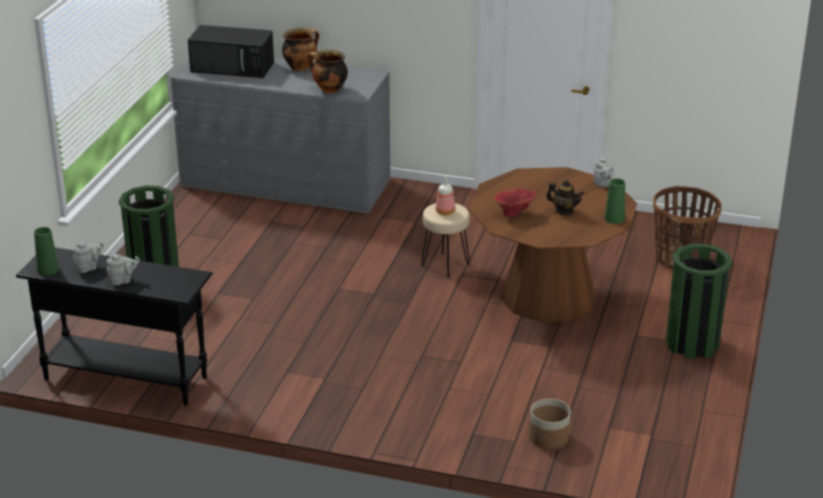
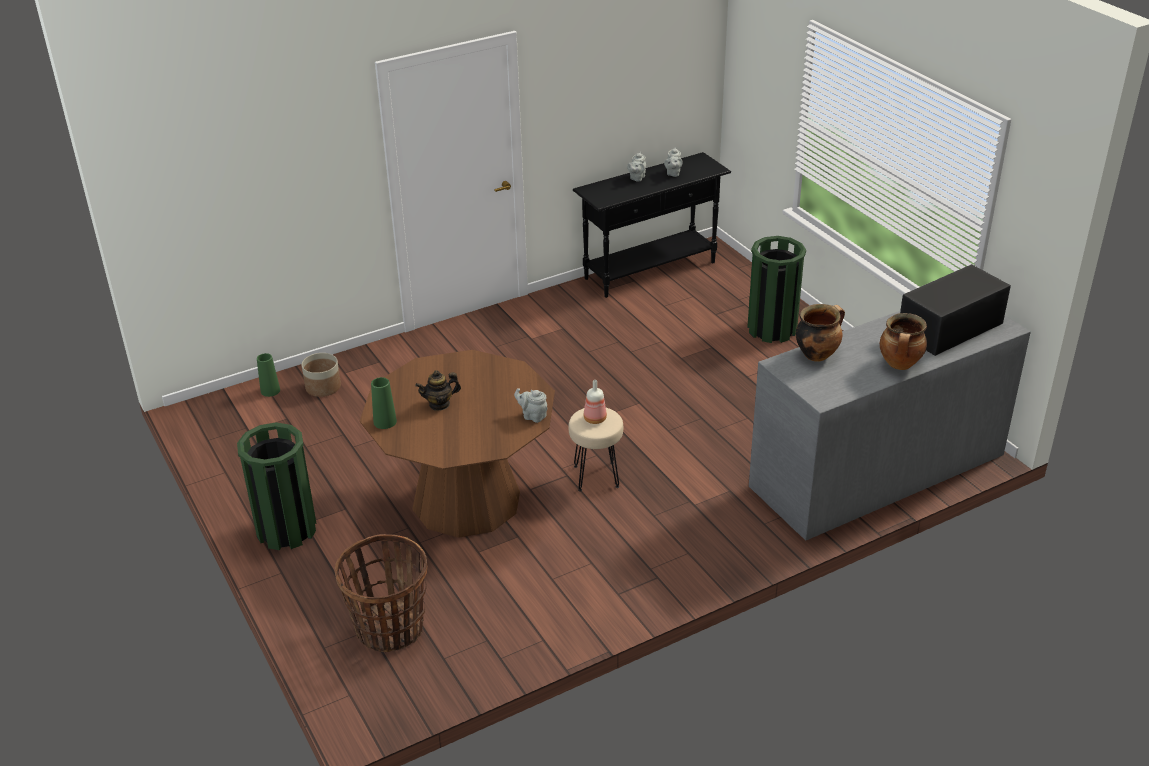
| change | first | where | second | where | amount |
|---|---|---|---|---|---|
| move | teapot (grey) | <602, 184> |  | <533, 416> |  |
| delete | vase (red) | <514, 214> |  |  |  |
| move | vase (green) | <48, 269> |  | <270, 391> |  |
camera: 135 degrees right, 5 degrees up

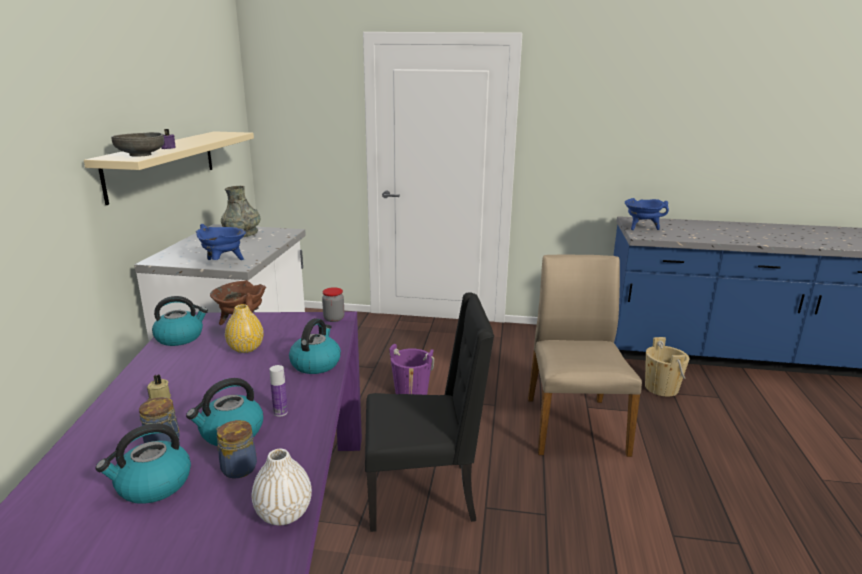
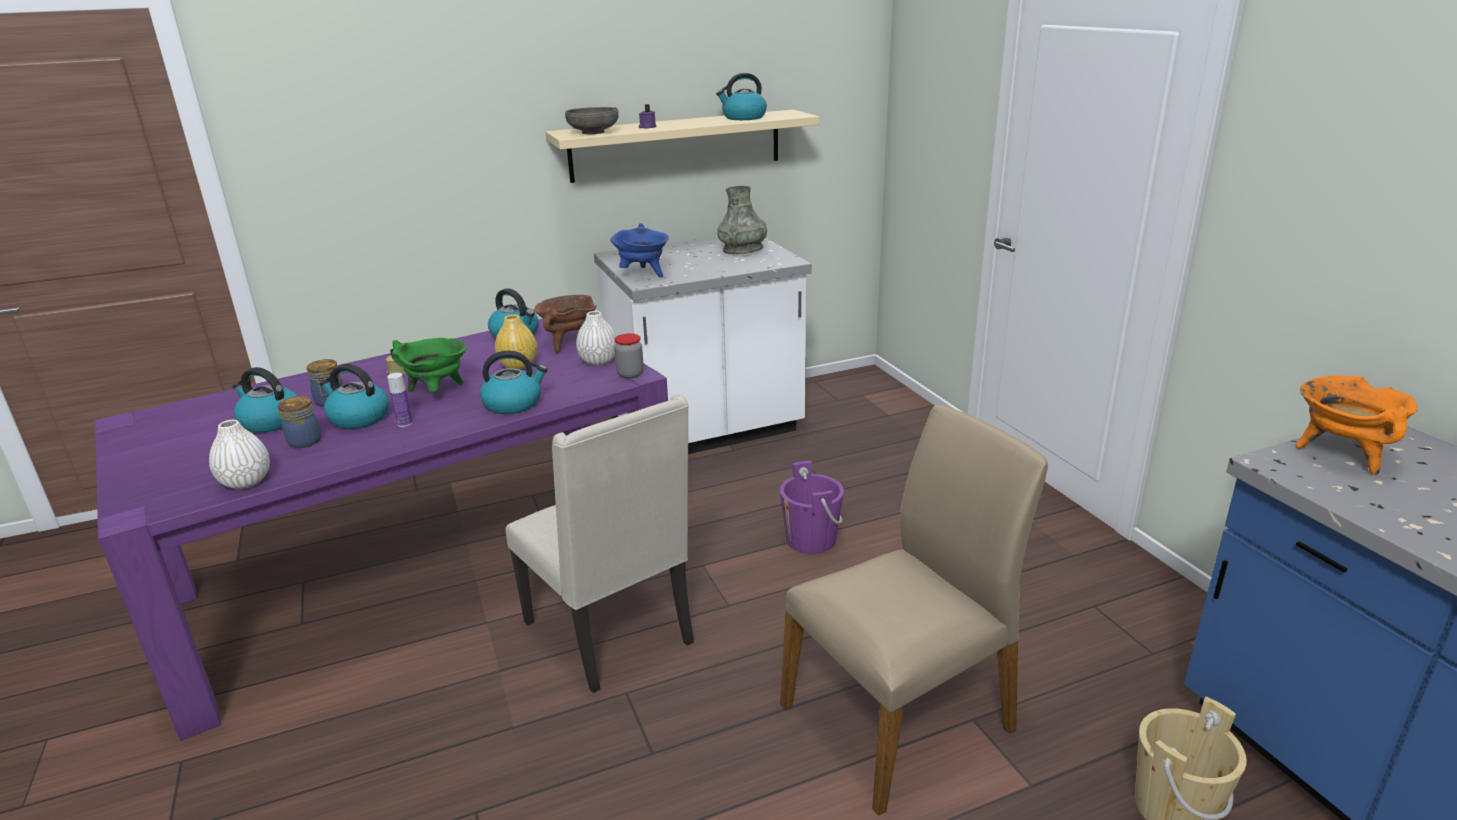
| change | first | where | second | where | amount |
|---|---|---|---|---|---|
| recolor | cooking pot (blue) | <641, 228> | cooking pot (orange) | <1341, 455> |  |
| recolor | chair (black) | <423, 494> | chair (beige) | <612, 633> |  |
| insert |  |  | kettle | <743, 118> |  |
| insert |  |  | vase (white) | <598, 361> |  |
| insert |  |  | cooking pot (green) | <437, 392> |  |
camera: 60 degrees right, 5 degrees up

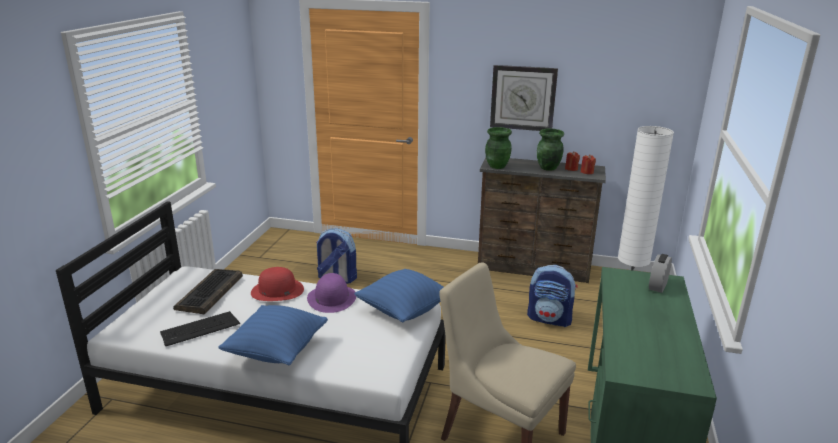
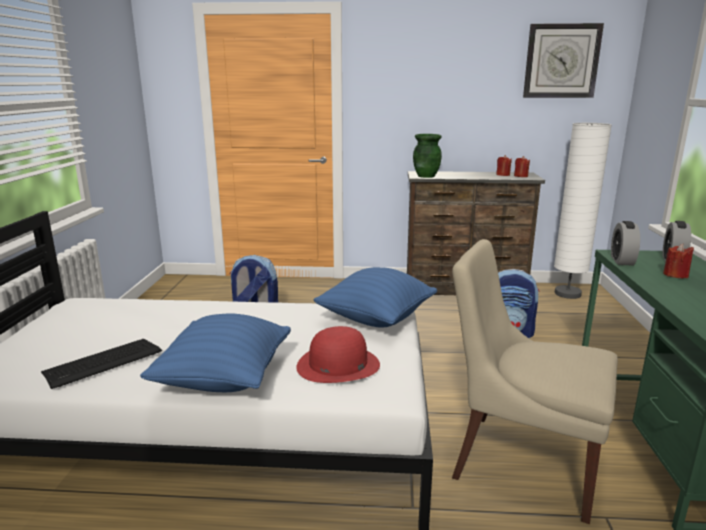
| change | first | where | second | where | amount |
|---|---|---|---|---|---|
| move | wall clock | <523, 98> |  | <561, 61> |  |
| delete | vase (green) | <548, 168> |  |  |  |
| move | hat (red) | <277, 290> |  | <338, 365> |  |
| delete | keyboard | <210, 293> |  |  |  |
| delete | hat (purple) | <331, 298> |  |  |  |
| insert |  |  | alarm clock | <622, 260> |  |
| insert |  |  | candle (red) | <675, 275> |  |
camera: 10 degrees left, 5 degrees down

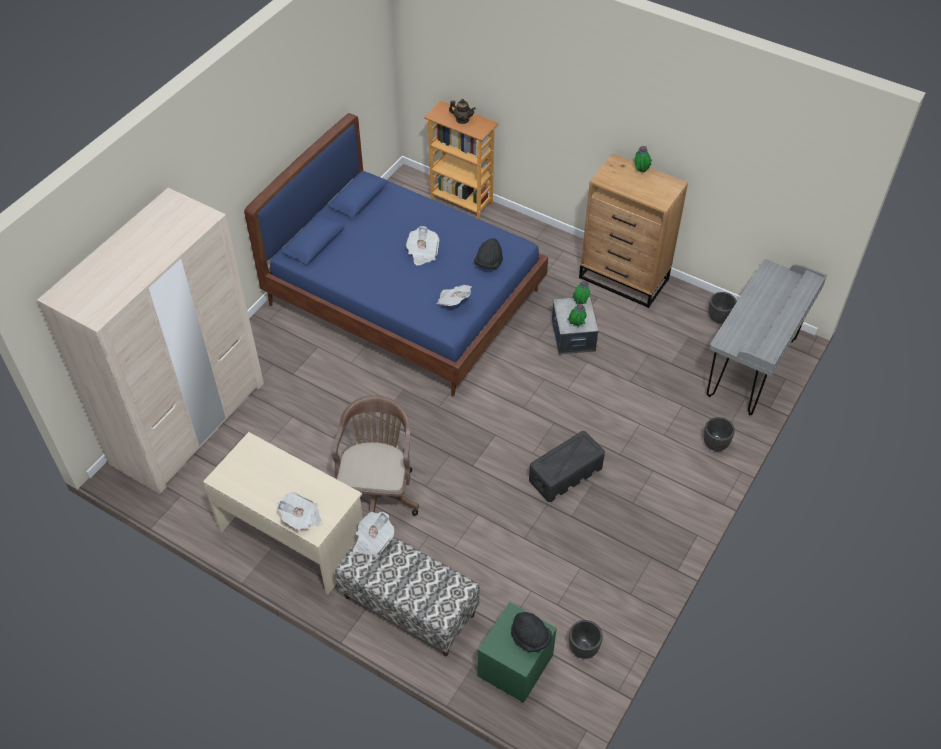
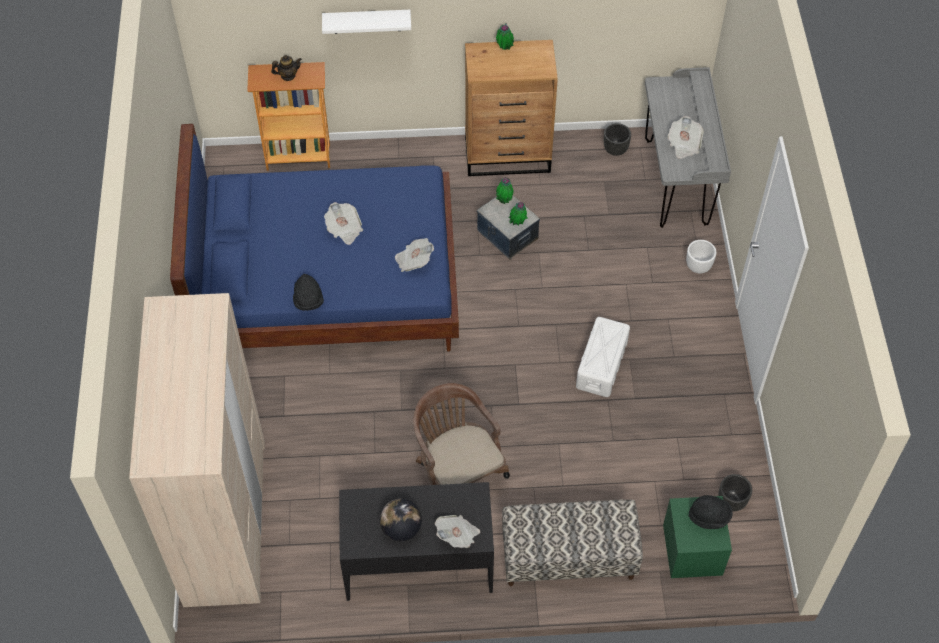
| change | first | where | second | where | amount |
|---|---|---|---|---|---|
| move | hat (black) | <488, 263> |  | <308, 301> |  |
| recolor | planter (black) | <715, 444> | planter (white) | <698, 266> |  |
| recolor | storage box (black) | <565, 474> | storage box (white) | <601, 365> |  |
| recolor | desk (beige) | <293, 536> | desk (black) | <418, 562> |  |
| move | newspaper | <373, 540> |  | <684, 145> |  |
| insert |  |  | shelf (white) | <367, 21> |  |
| insert |  |  | globe | <401, 529> |  |
camera: 35 degrees left, 5 degrees up

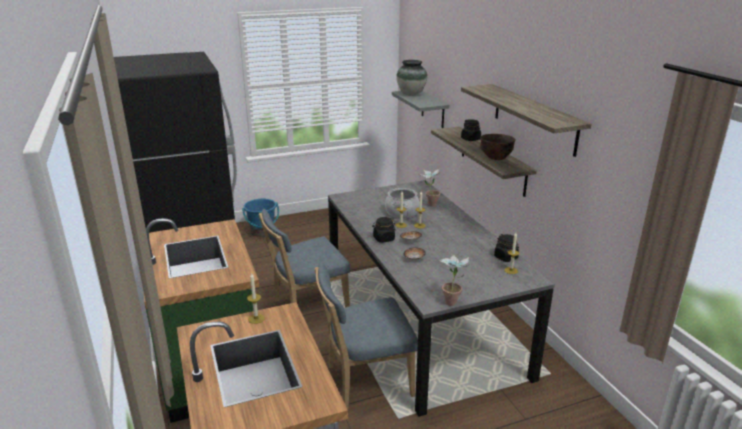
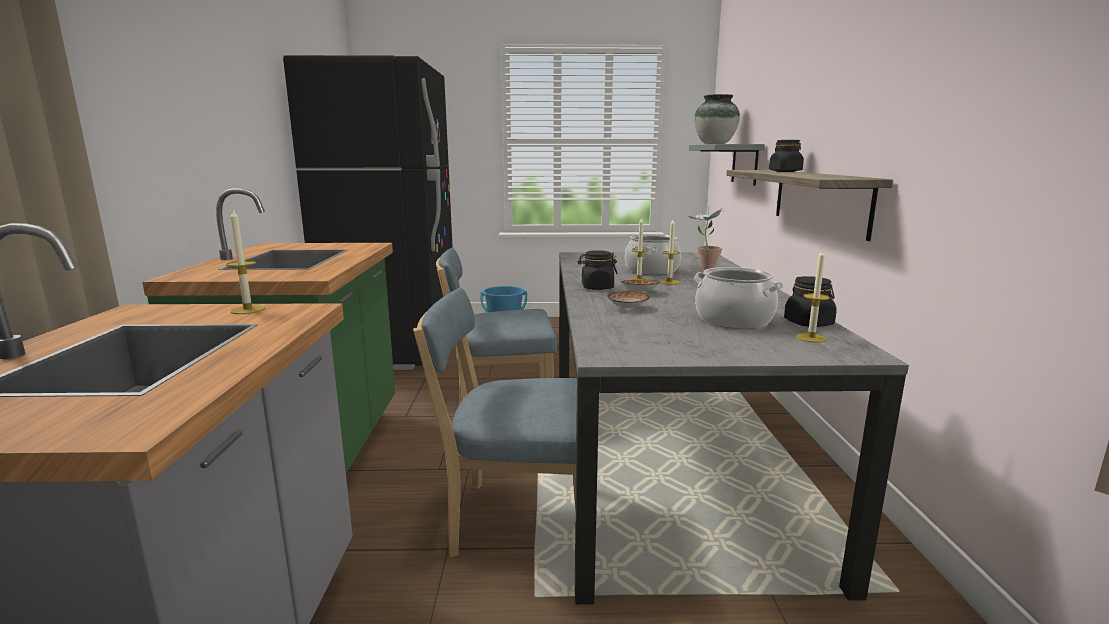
| change | first | where | second | where | amount |
|---|---|---|---|---|---|
| delete | shelf | <534, 118> |  |  |  |
| delete | bowl (brown) | <495, 157> |  |  |  |
| delete | potted plant | <453, 300> |  |  |  |
| insert |  |  | cooking pot | <733, 320> |  |
camera: 20 degrees right, 10 degrees down

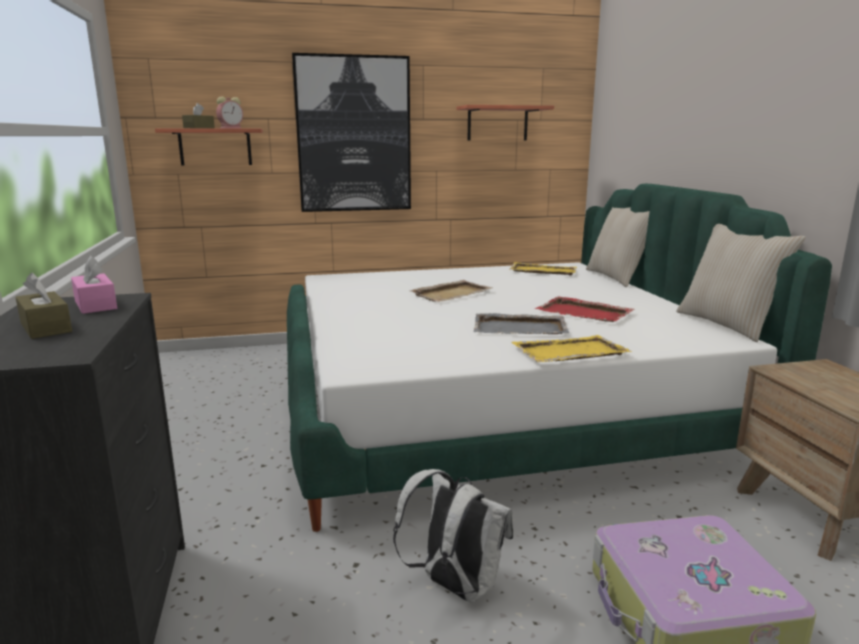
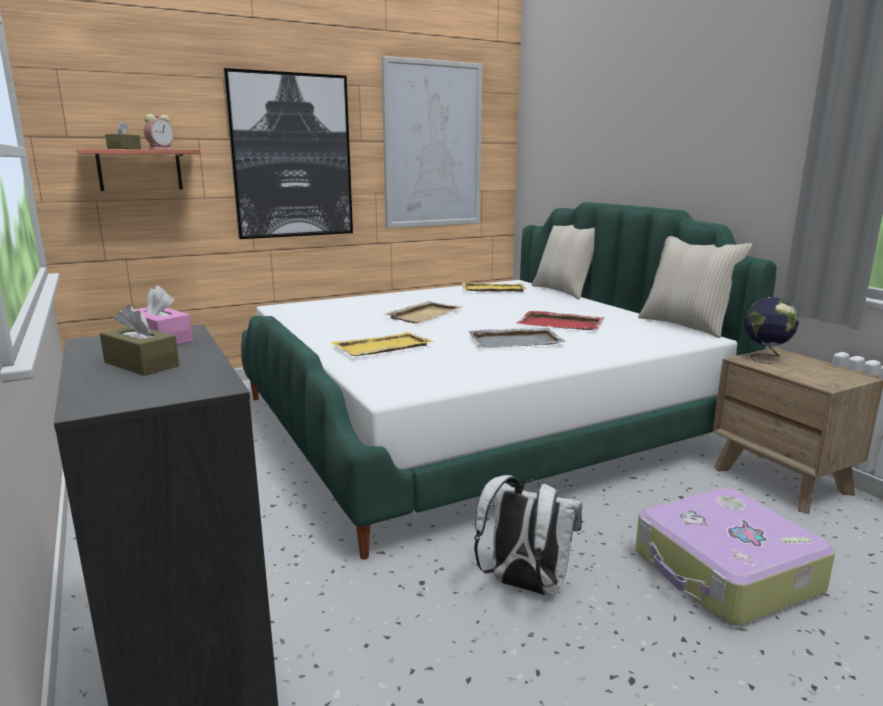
| change | first | where | second | where | amount |
|---|---|---|---|---|---|
| replace | shelf | <497, 123> | picture | <432, 145> |  |
| move | tray (yellow) | <568, 352> |  | <381, 347> |  |
| insert |  |  | globe | <765, 357> |  |
camera: 15 degrees left, 0 degrees up

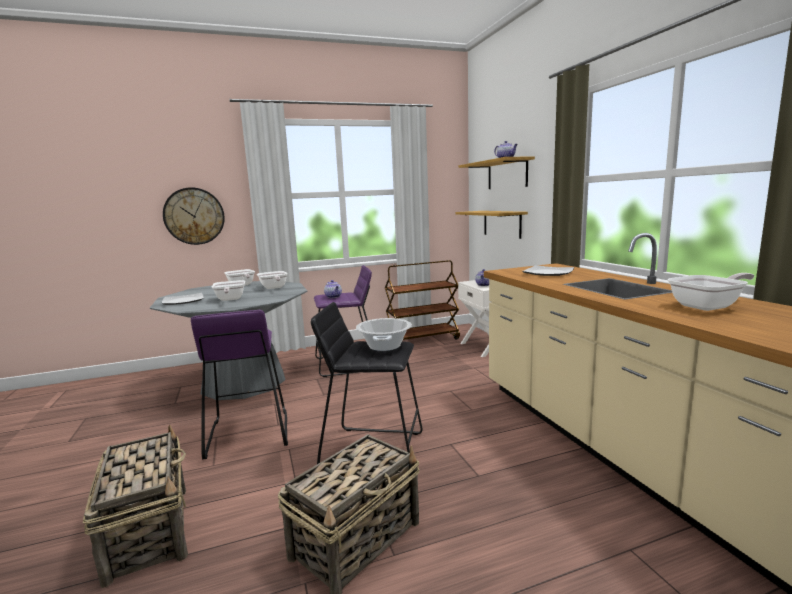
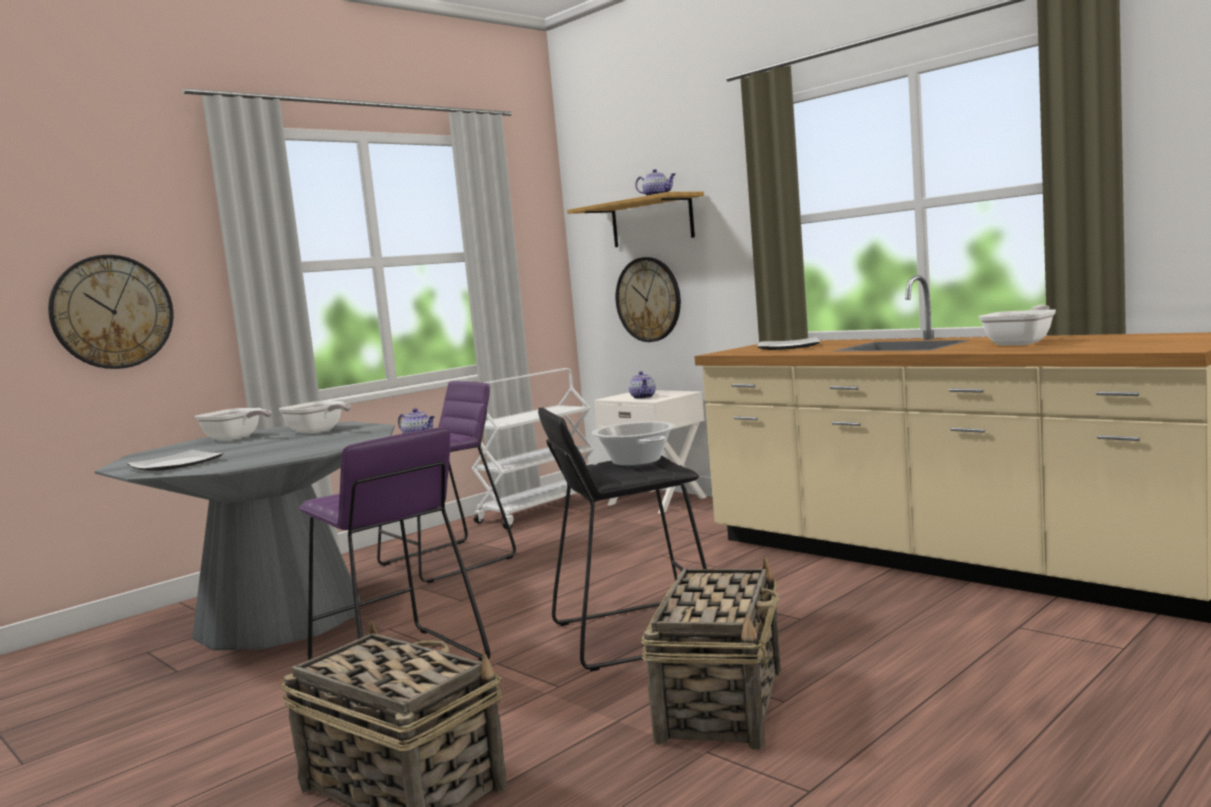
| change | first | where | second | where | amount |
|---|---|---|---|---|---|
| replace | shelf | <502, 223> | wall clock | <648, 299> |  |
| recolor | cart (brown) | <422, 339> | cart (white) | <539, 511> |  |
| delete | frying pan | <230, 299> |  |  |  |
camera: 25 degrees left, 5 degrees down

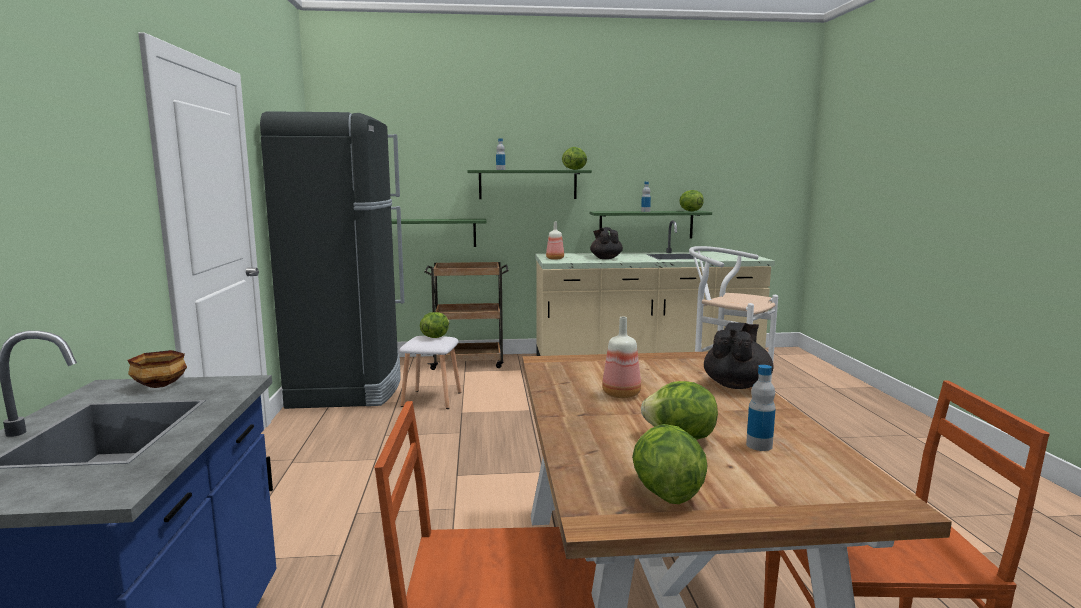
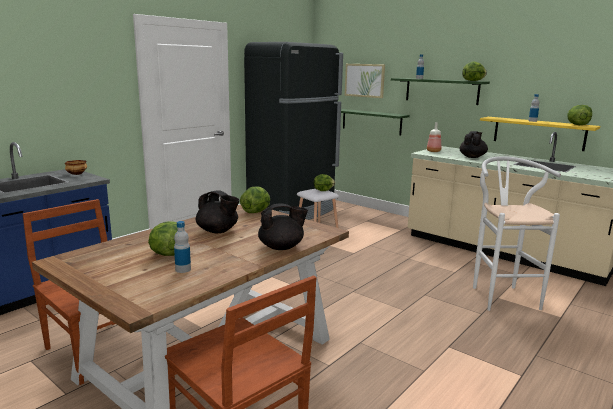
| change | first | where | second | where | amount |
|---|---|---|---|---|---|
| recolor | shelf (green) | <646, 224> | shelf (yellow) | <538, 133> |  |
| delete | cart (brown) | <469, 362> |  |  |  |
| replace | bottle | <622, 394> | teapot (black) | <218, 231> |  |
| move | lettuce | <665, 493> |  | <256, 212> |  |
| insert |  |  | picture | <364, 80> |  |
camera: 45 degrees right, 5 degrees up

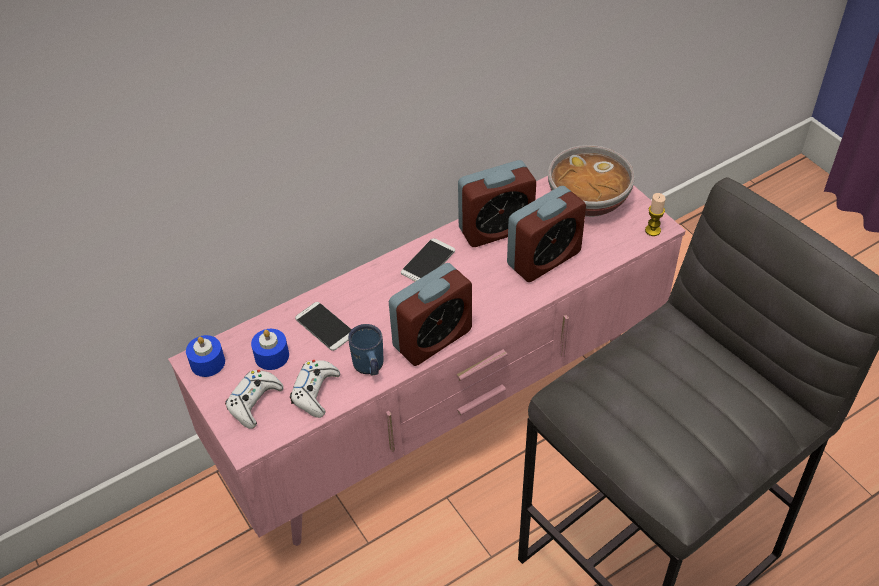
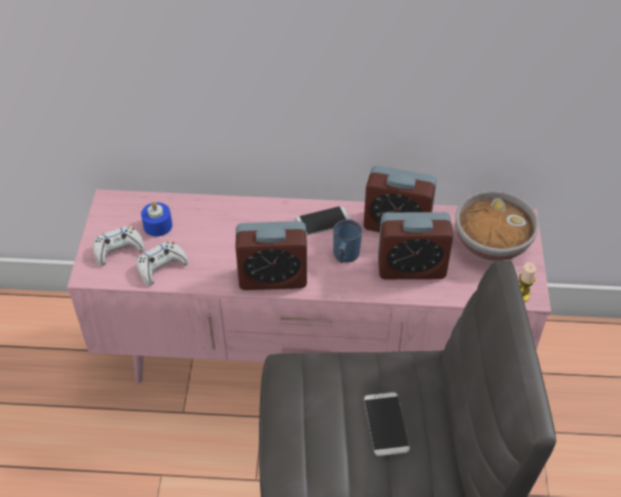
| change | first | where | second | where | amount |
|---|---|---|---|---|---|
| move | phone | <325, 326> |  | <386, 424> |  |
| move | mug (blue) | <369, 367> |  | <344, 257> |  |
| delete | candle (blue) | <207, 363> |  |  |  |
camera: 35 degrees right, 0 degrees up

